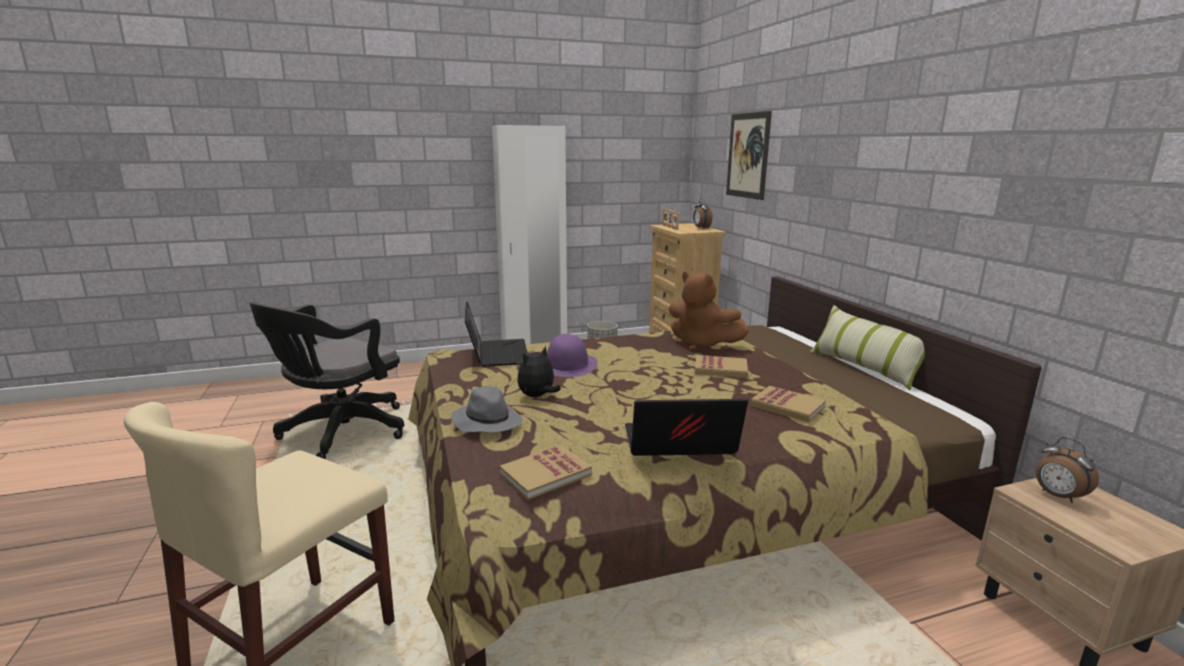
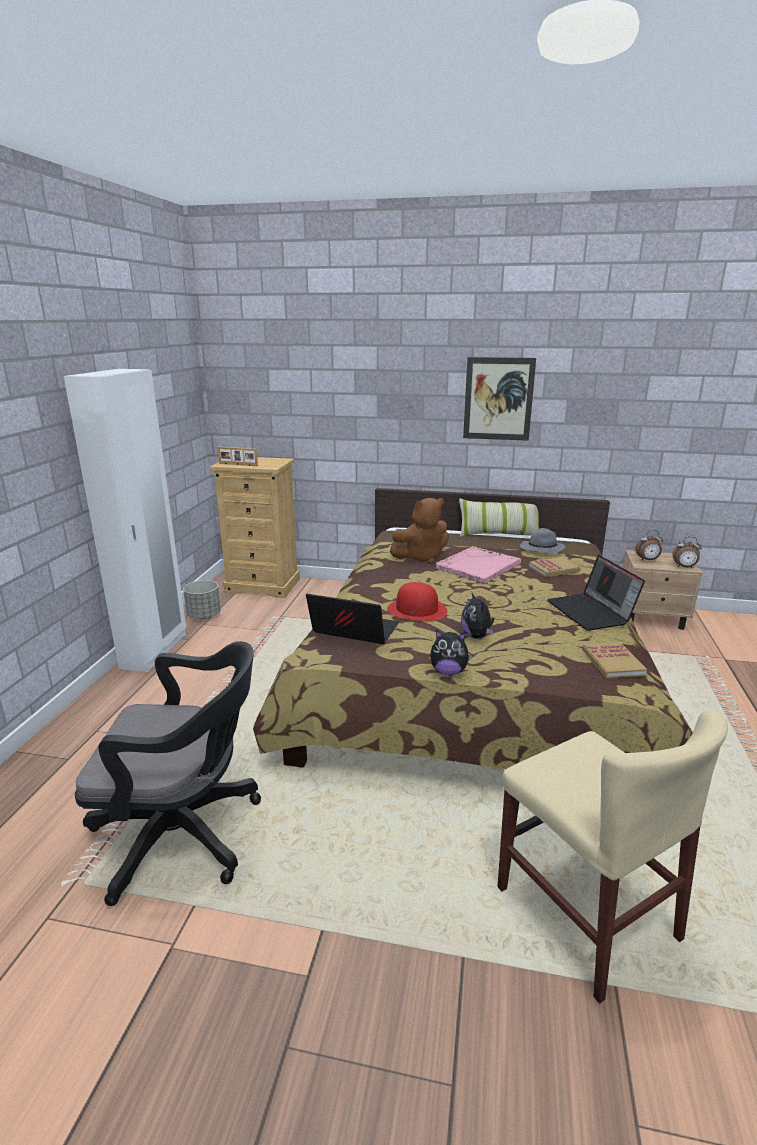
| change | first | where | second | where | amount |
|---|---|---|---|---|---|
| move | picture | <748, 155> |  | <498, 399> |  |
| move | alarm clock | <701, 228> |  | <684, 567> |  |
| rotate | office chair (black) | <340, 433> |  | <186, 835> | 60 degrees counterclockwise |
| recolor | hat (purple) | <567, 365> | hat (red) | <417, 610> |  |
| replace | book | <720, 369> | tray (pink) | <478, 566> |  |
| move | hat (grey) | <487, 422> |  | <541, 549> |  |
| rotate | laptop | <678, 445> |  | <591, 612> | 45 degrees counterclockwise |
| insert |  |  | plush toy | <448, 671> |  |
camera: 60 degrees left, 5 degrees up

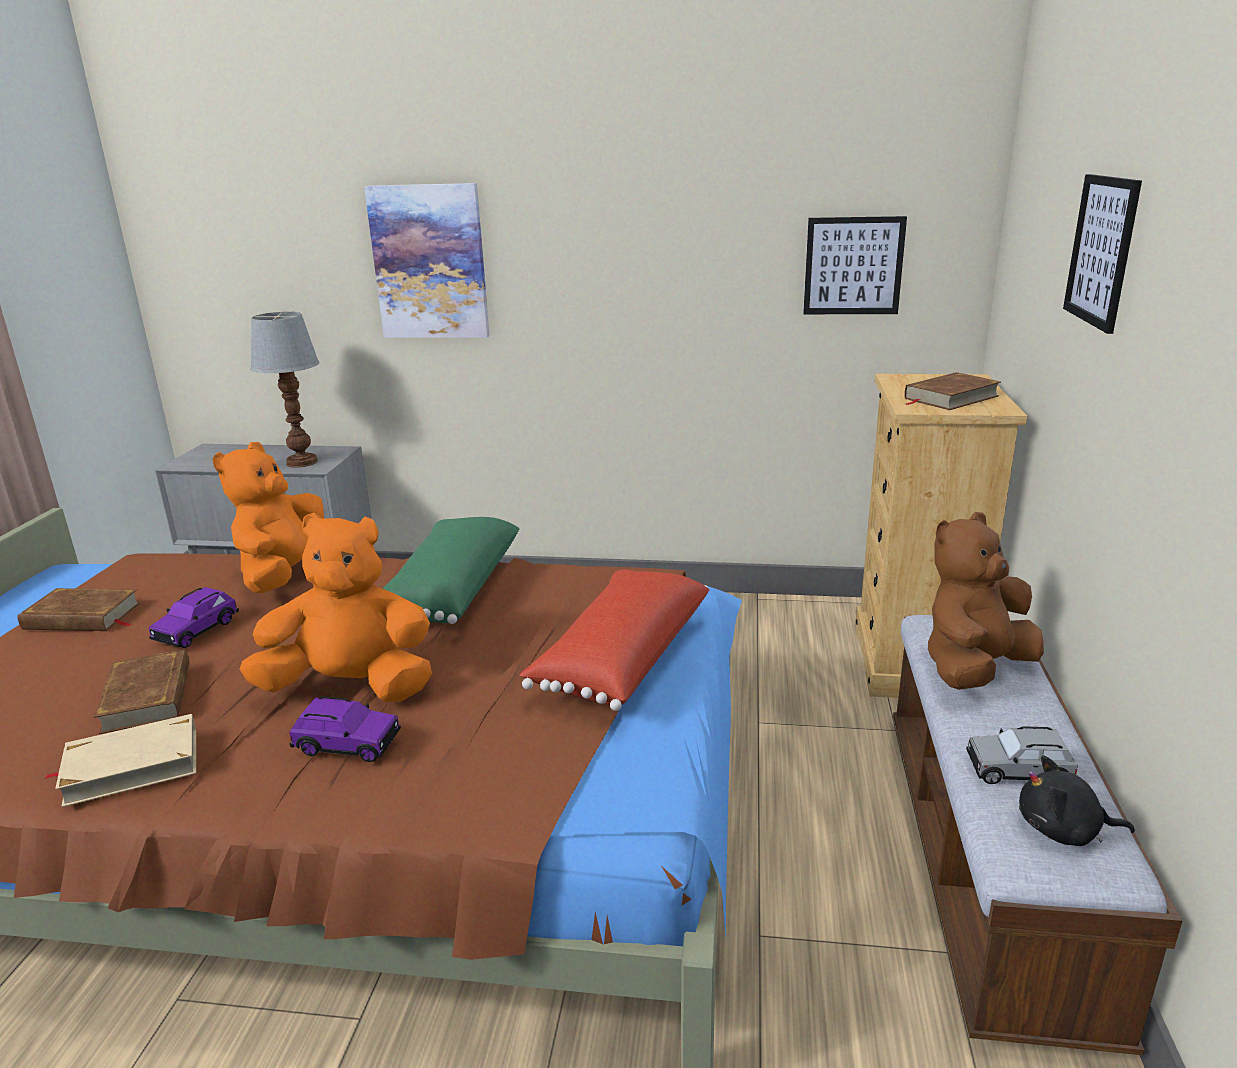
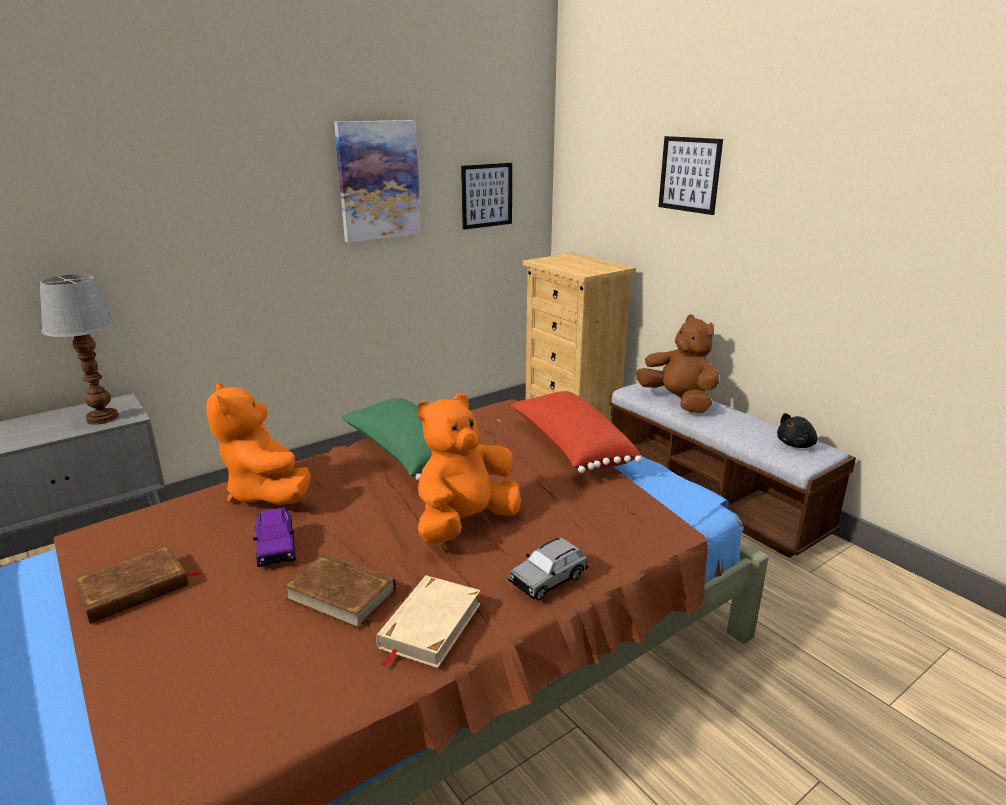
| change | first | where | second | where | amount |
|---|---|---|---|---|---|
| move | picture | <430, 262> |  | <378, 180> |  |
| delete | book (brown) | <950, 397> |  |  |  |
| rotate | plush toy (brown) | <974, 669> |  | <678, 401> | 135 degrees clockwise |
| delete | toy car (purple) | <347, 744> |  |  |  |
| move | toy car (grey) | <1018, 770> |  | <548, 579> |  |
camera: 45 degrees left, 0 degrees up

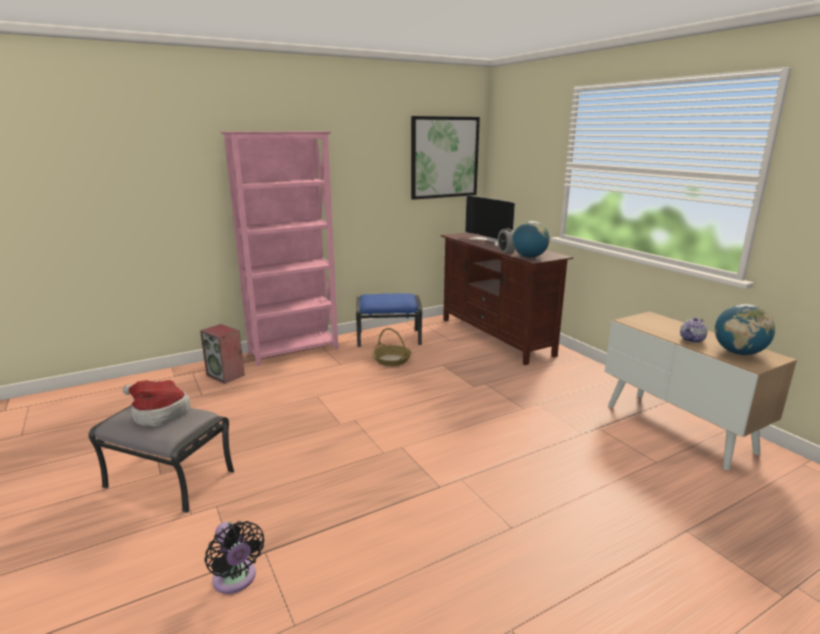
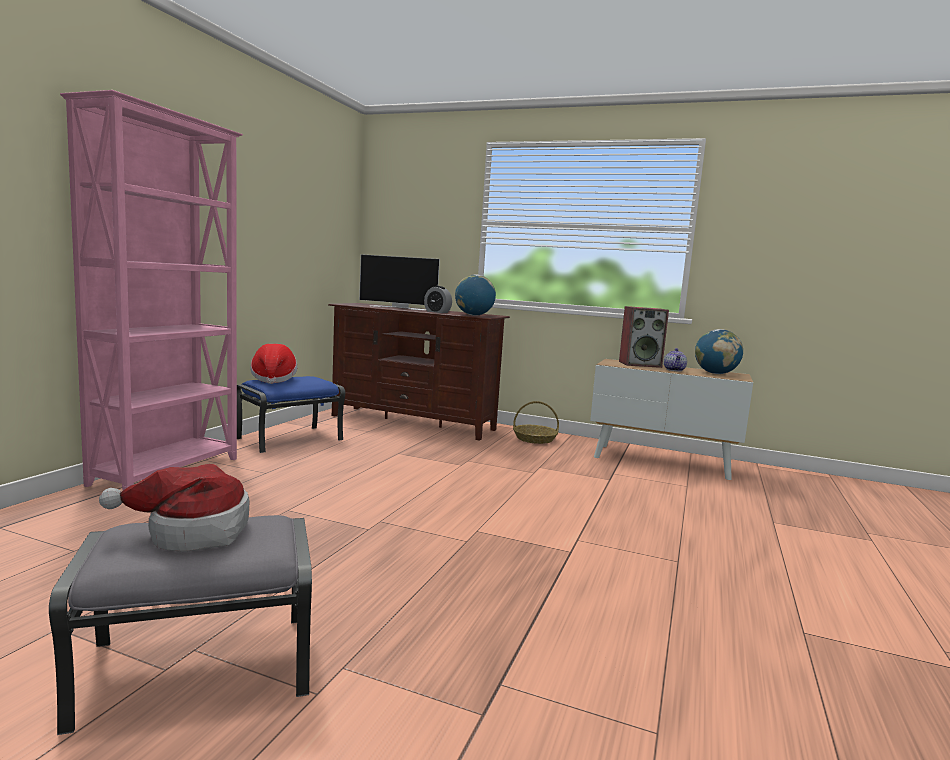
| change | first | where | second | where | amount |
|---|---|---|---|---|---|
| delete | picture | <444, 157> |  |  |  |
| move | speaker | <226, 375> |  | <640, 364> |  |
| move | basket | <392, 360> |  | <535, 439> |  |
| delete | fan (black) | <236, 580> |  |  |  |
| insert |  |  | hat | <273, 379> |  |
camera: 40 degrees left, 10 degrees down

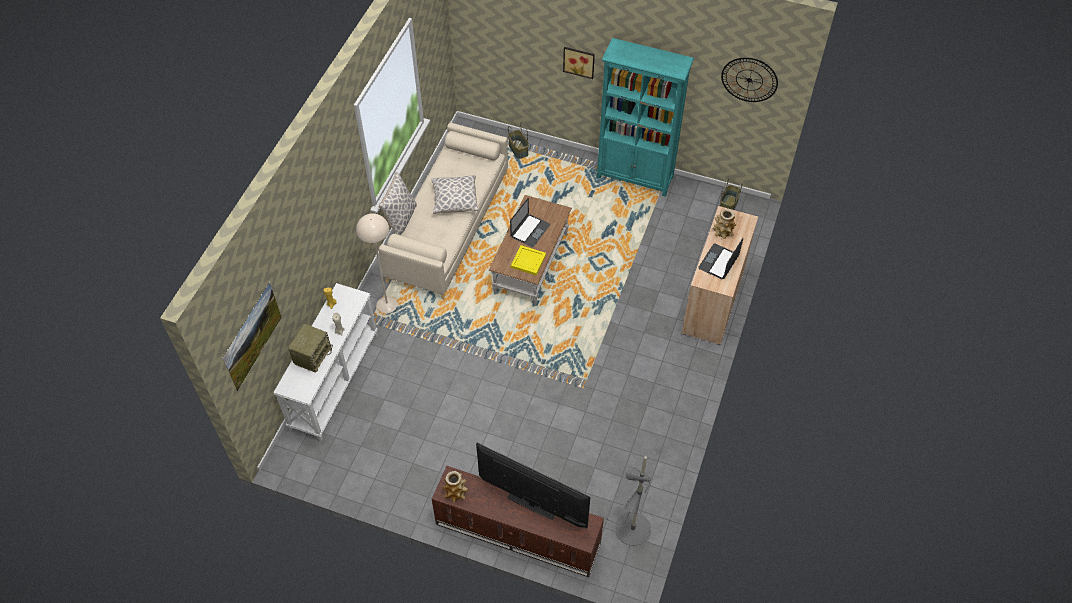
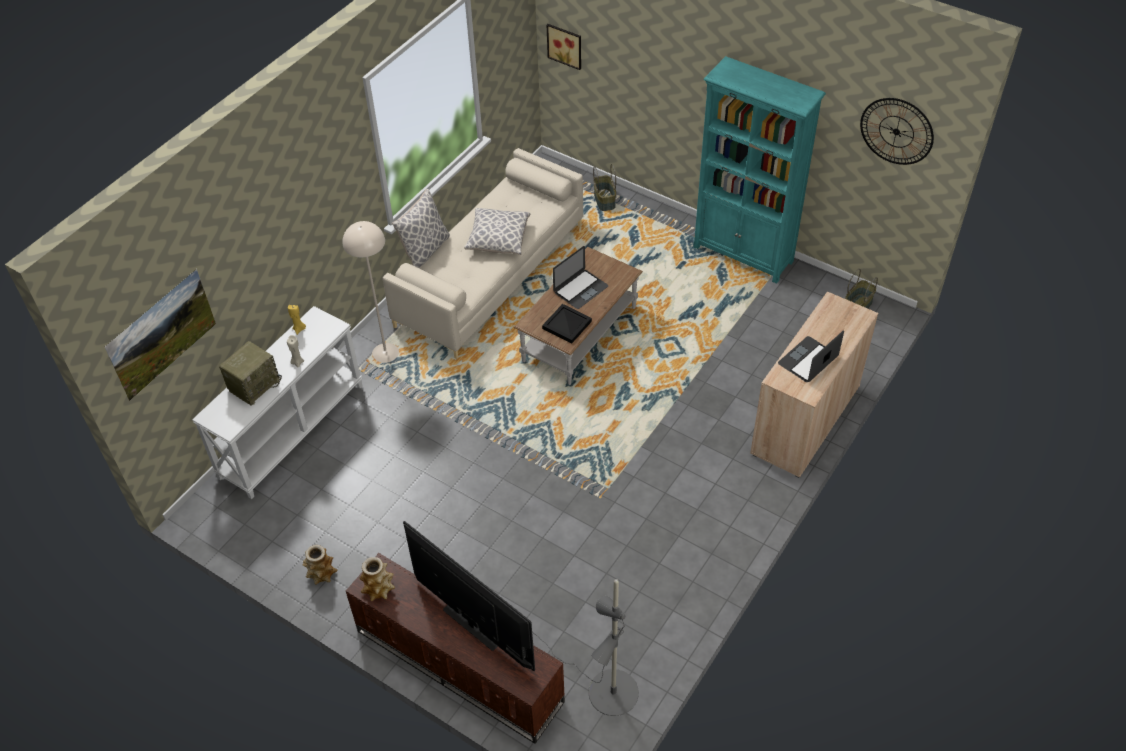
| change | first | where | second | where | amount |
|---|---|---|---|---|---|
| move | picture | <579, 61> |  | <565, 45> |  |
| move | vase | <723, 231> |  | <321, 573> |  |
| recolor | tray (yellow) | <528, 261> | tray (black) | <567, 325> |  |
camera: 15 degrees right, 5 degrees down

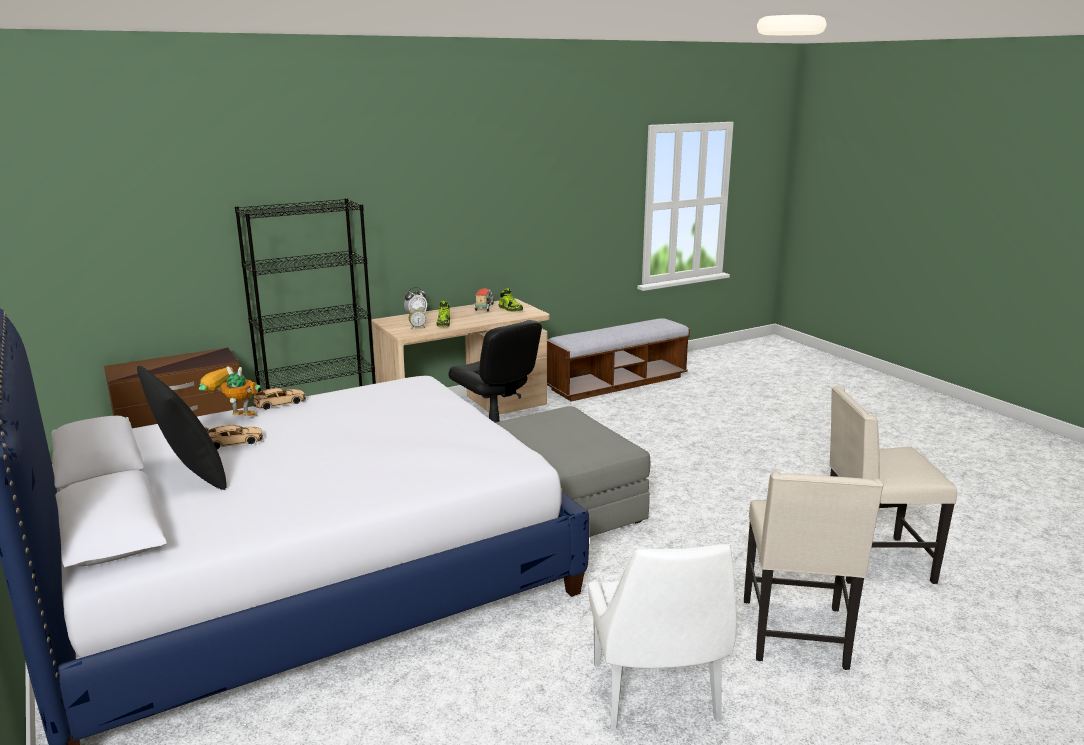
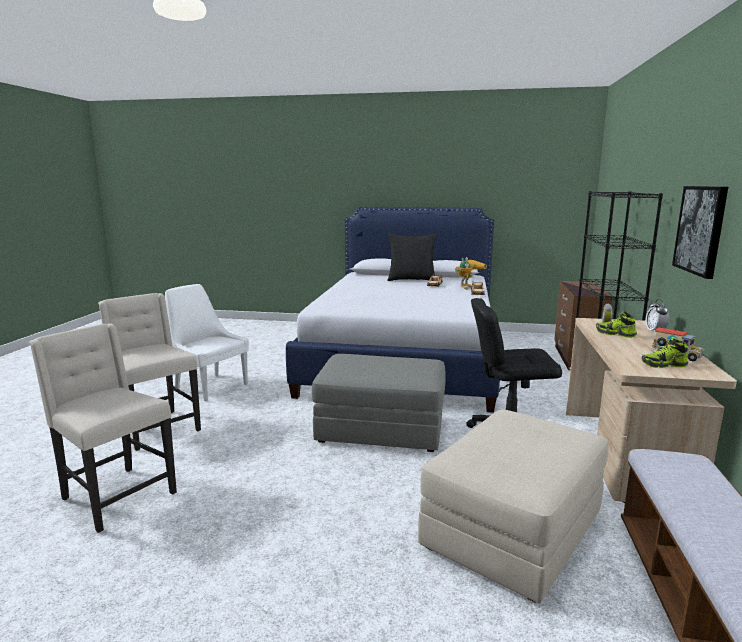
| change | first | where | second | where | amount |
|---|---|---|---|---|---|
| rotate | chair (beige) | <872, 562> |  | <116, 496> | 90 degrees counterclockwise |
| insert |  |  | picture | <700, 229> |  |
| insert |  |  | ottoman (beige) | <513, 531> |  |
camera: 130 degrees right, 5 degrees down

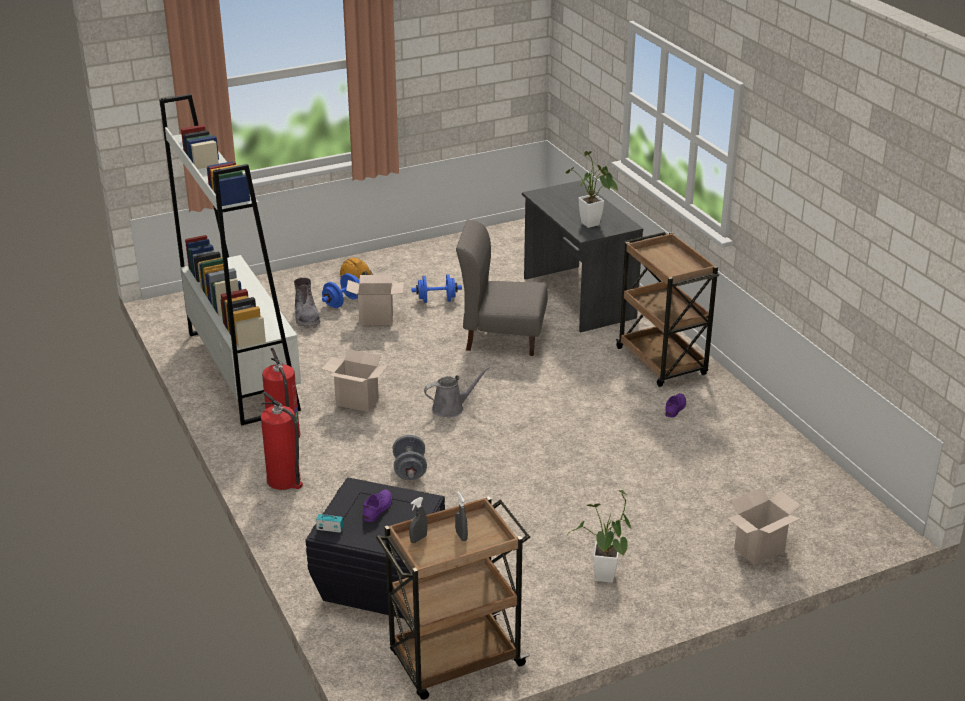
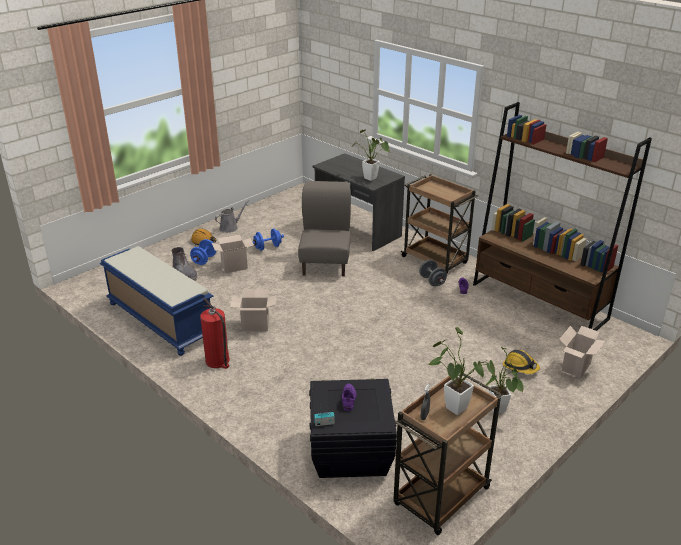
| change | first | where | second | where | amount |
|---|---|---|---|---|---|
| replace | bookcase (white) | <242, 370> | bench (blue) | <159, 320> |  |
| rotate | chair (grey) | <502, 337> |  | <326, 263> | 105 degrees clockwise |
| move | watering can (grey) | <451, 408> |  | <230, 228> |  |
| delete | fire extinguisher | <284, 480> |  |  |  |
| move | dumbbell (grey) | <410, 470> |  | <432, 281> |  |
| replace | spray bottle (grey) | <461, 536> | potted plant | <452, 406> |  |
| insert |  |  | bookcase (brown) | <539, 301> |  |
| insert |  |  | hard hat | <520, 367> |  |
camera: 20 degrees left, 0 degrees up

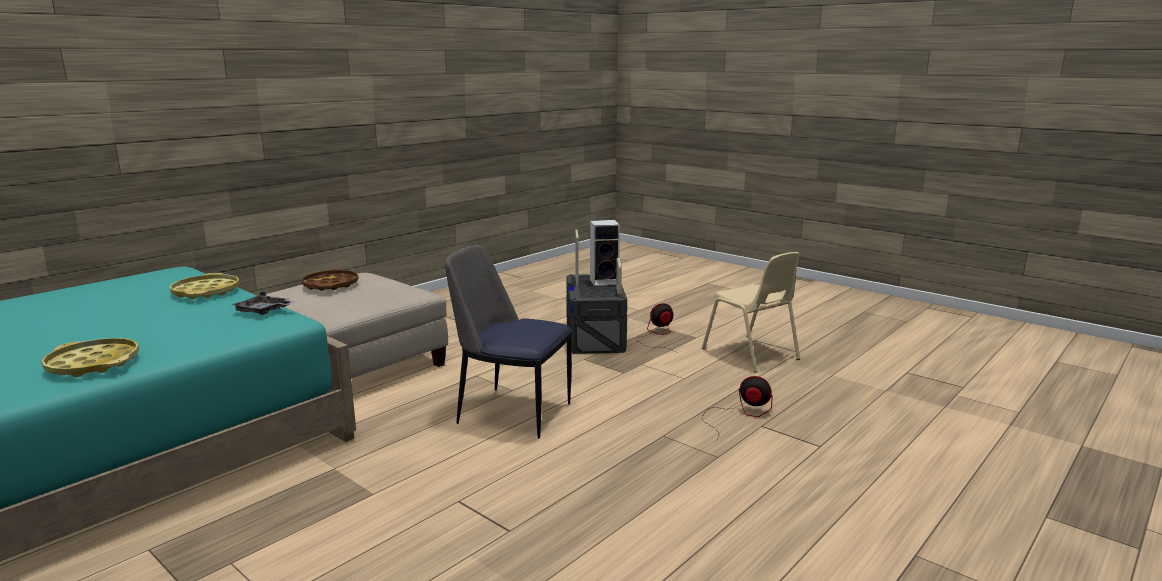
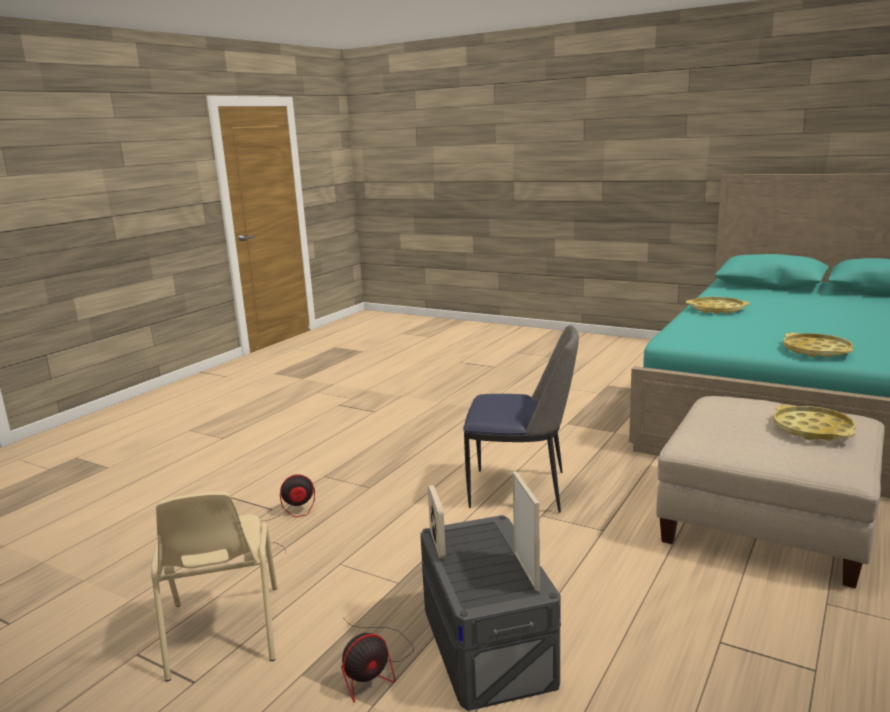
| change | first | where | second | where | amount |
|---|---|---|---|---|---|
| delete | speaker | <605, 281> |  |  |  |
| rotate | chair (beige) | <751, 354> |  | <223, 632> | 150 degrees counterclockwise |
| recolor | tray (brown) | <330, 285> | tray (yellow) | <812, 429> |  |
| delete | tray (grey) | <263, 311> |  |  |  |
| rotate | fan | <739, 414> |  | <288, 519> | 150 degrees clockwise |
camera: 170 degrees right, 0 degrees up

